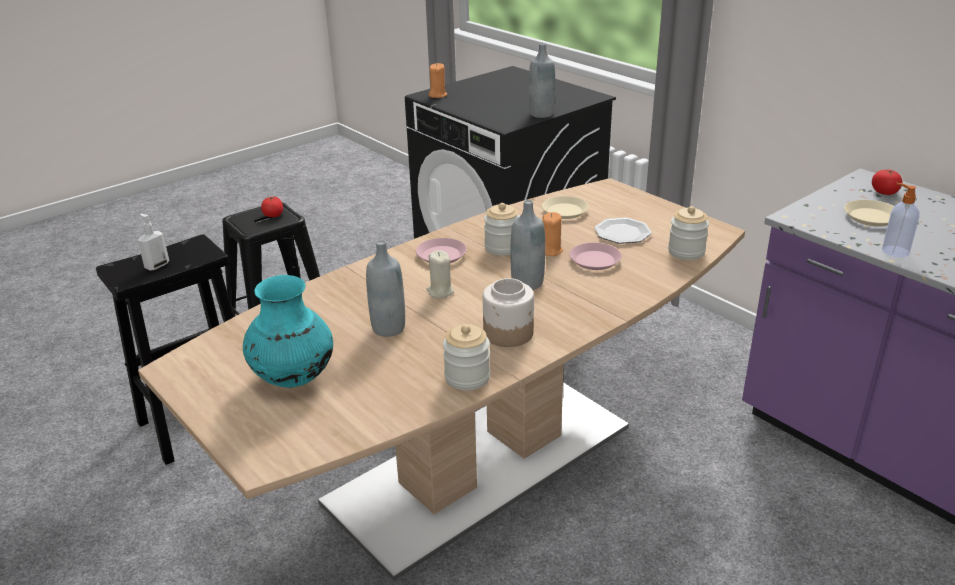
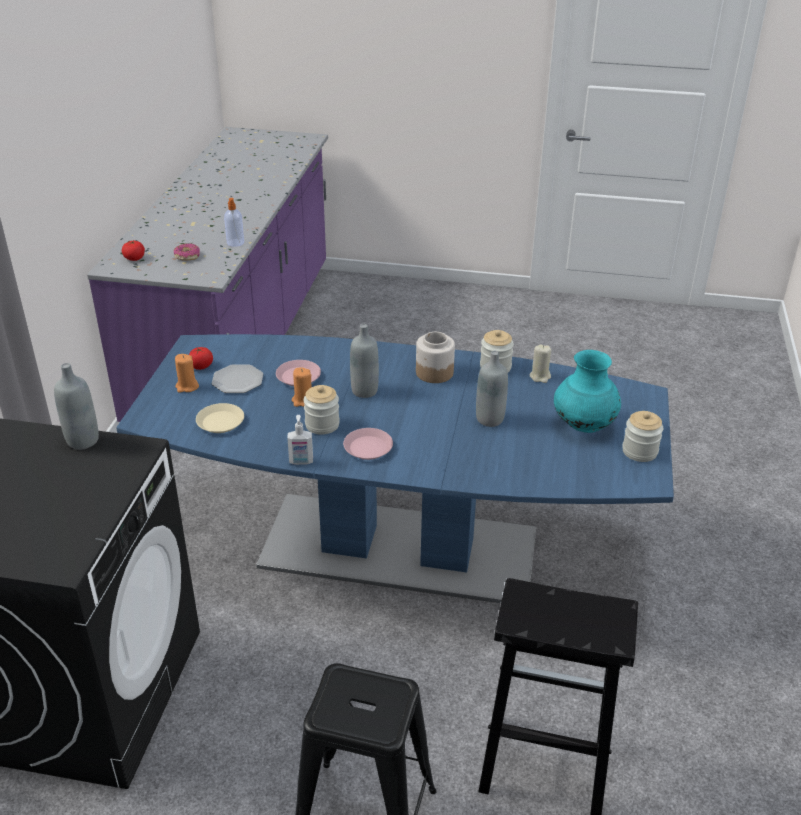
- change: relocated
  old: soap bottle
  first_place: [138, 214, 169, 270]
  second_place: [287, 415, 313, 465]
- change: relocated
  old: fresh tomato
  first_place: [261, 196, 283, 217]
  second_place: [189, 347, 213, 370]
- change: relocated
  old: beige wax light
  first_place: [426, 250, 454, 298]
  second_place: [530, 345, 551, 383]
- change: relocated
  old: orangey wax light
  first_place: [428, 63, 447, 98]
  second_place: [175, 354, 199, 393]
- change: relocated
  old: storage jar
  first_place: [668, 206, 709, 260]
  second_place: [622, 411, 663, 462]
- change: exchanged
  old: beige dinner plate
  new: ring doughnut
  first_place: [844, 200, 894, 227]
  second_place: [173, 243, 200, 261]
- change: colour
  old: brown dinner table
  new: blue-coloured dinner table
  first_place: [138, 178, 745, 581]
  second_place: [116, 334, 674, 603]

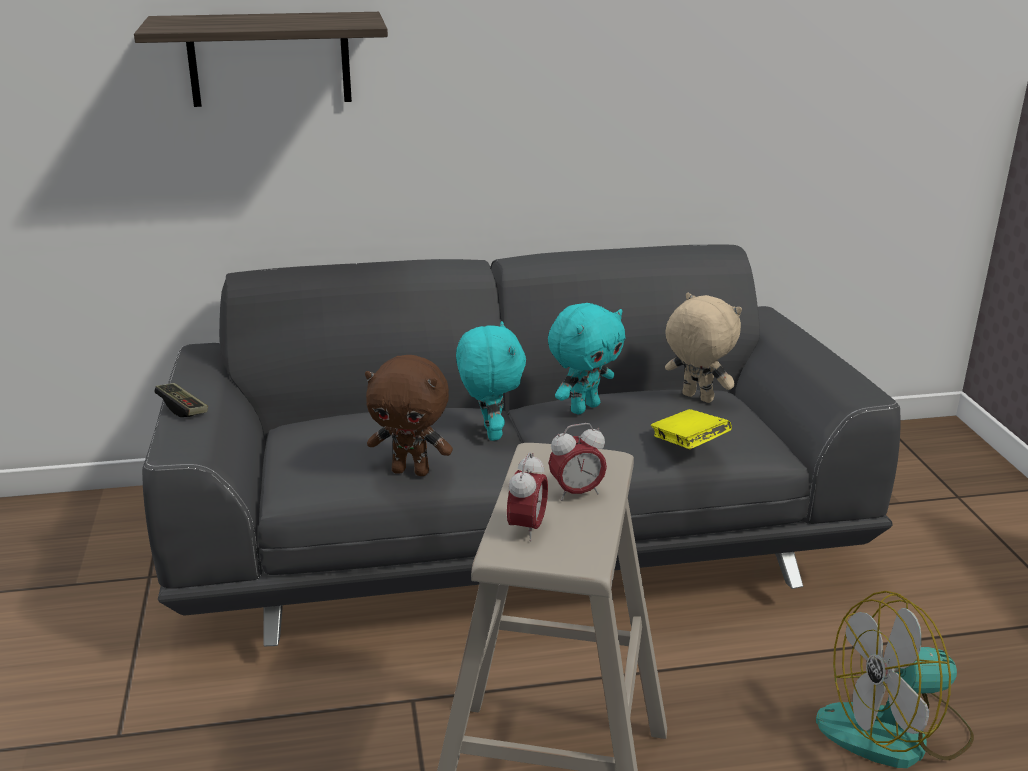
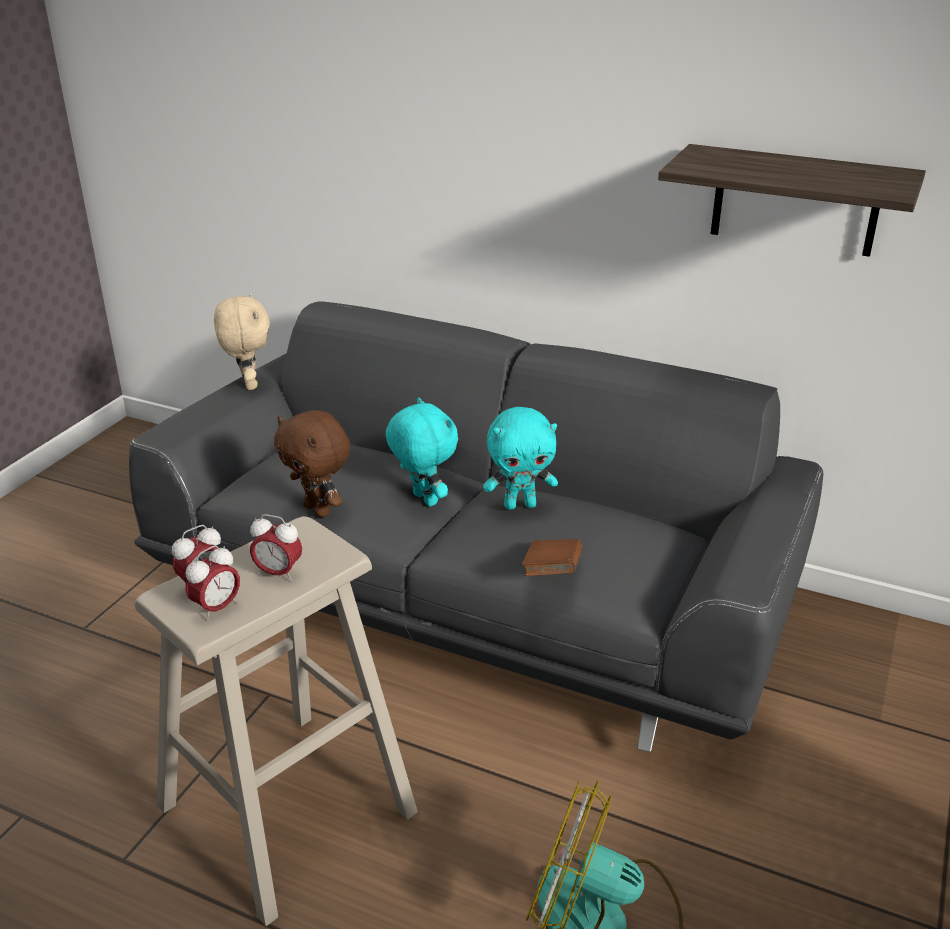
- change: missing
  old: game controller
  first_place: [154, 383, 208, 417]
- change: appeared
  new: table clock
  second_place: [185, 545, 240, 621]
- change: relocated
  old: shelf
  first_place: [134, 12, 388, 107]
  second_place: [658, 144, 926, 257]
- change: relocated
  old: beige soft toy
  first_place: [665, 293, 742, 403]
  second_place: [214, 293, 270, 390]
- change: colour
  old: yellowish volume
  new: brown volume
  first_place: [651, 409, 732, 449]
  second_place: [522, 539, 583, 576]
- change: spun
  old: blue-green soft toy
  first_place: [456, 321, 526, 441]
  second_place: [386, 398, 458, 507]
  degrees: -60

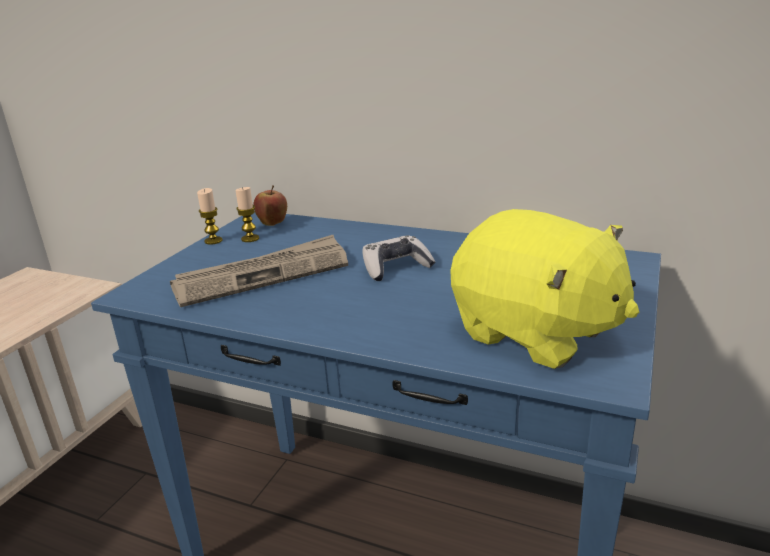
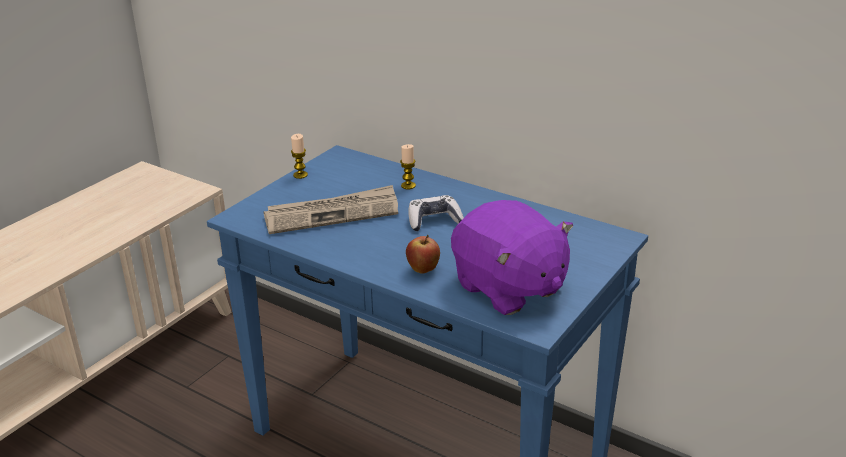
- change: relocated
  old: wax light
  first_place: [235, 187, 259, 242]
  second_place: [400, 144, 416, 189]
- change: relocated
  old: apple
  first_place: [253, 185, 287, 226]
  second_place: [406, 235, 440, 274]
- change: colour
  old: yellowish soft toy
  new: purple soft toy
  first_place: [450, 209, 639, 369]
  second_place: [451, 200, 573, 315]

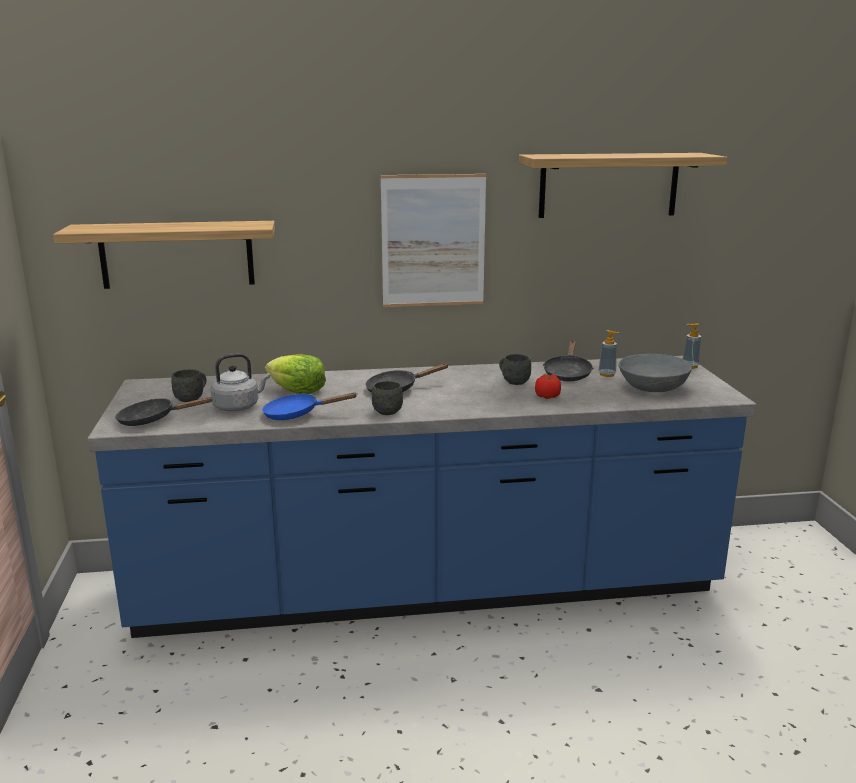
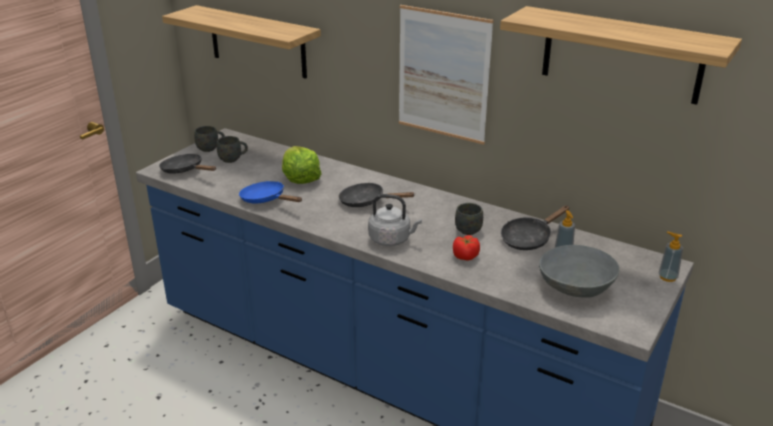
- change: relocated
  old: grey kettle
  first_place: [211, 353, 270, 411]
  second_place: [368, 194, 422, 246]
- change: relocated
  old: grey mug
  first_place: [372, 381, 403, 415]
  second_place: [194, 126, 225, 152]

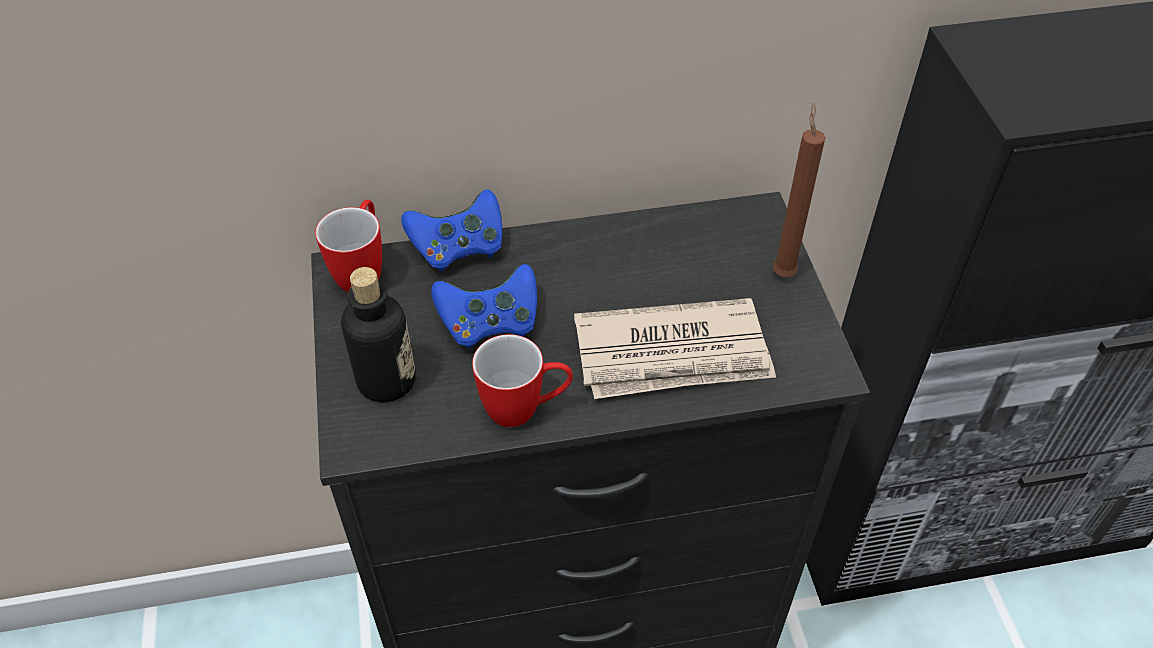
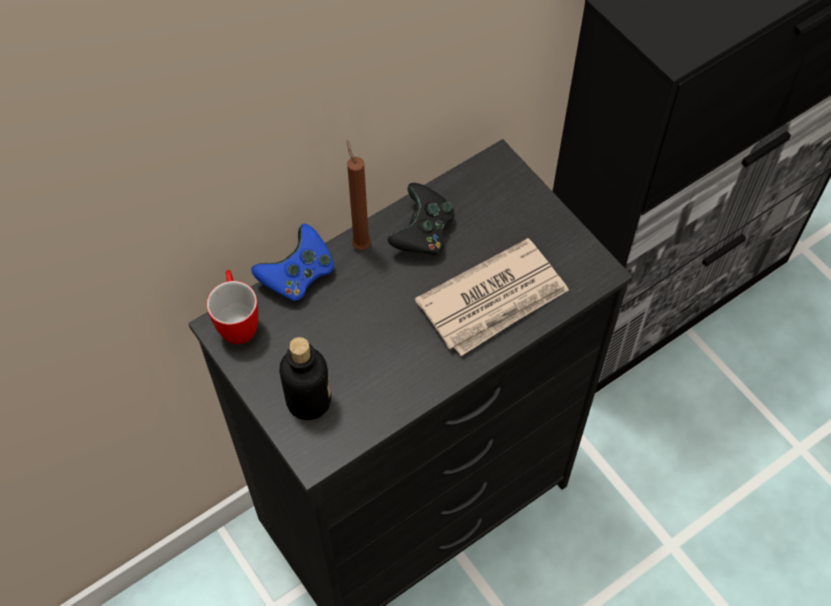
- change: missing
  old: blue-coloured game controller
  first_place: [431, 264, 537, 348]
- change: missing
  old: mug
  first_place: [472, 334, 573, 427]
- change: appeared
  new: blackish game controller
  second_place: [388, 183, 454, 255]
- change: relocated
  old: brown wax light
  first_place: [773, 103, 826, 277]
  second_place: [347, 140, 371, 250]

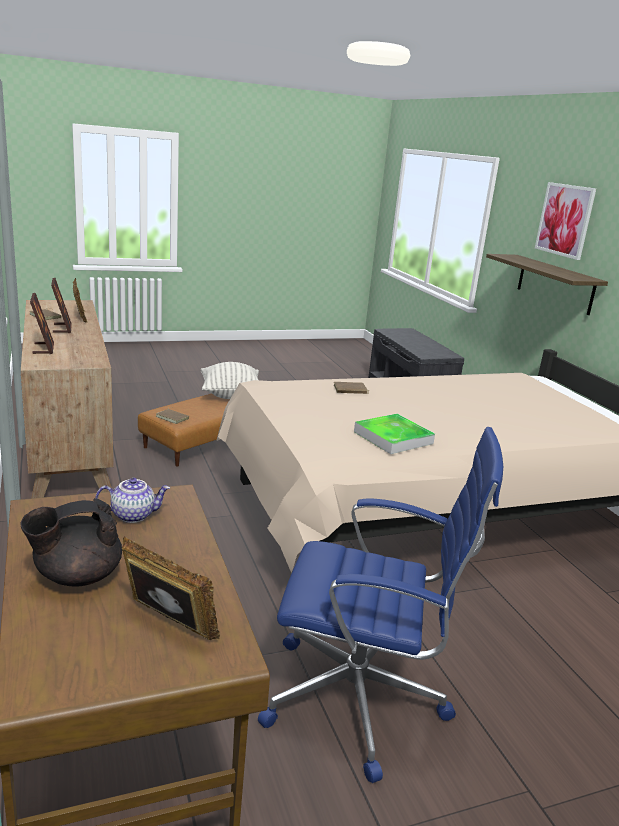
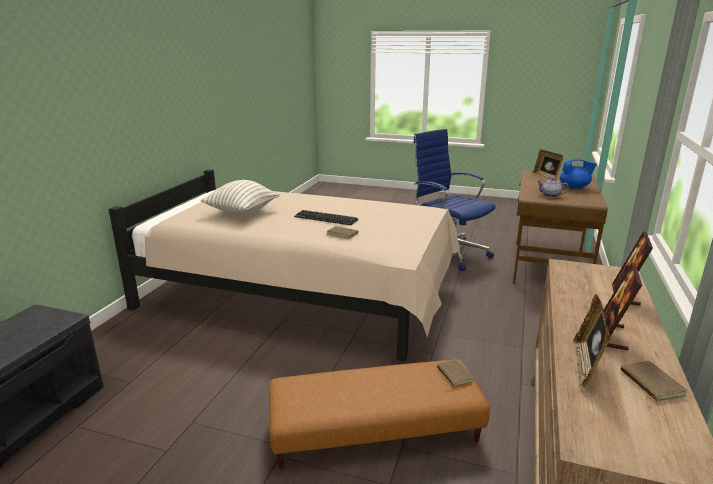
- change: missing
  old: serving tray
  first_place: [354, 414, 435, 454]
- change: missing
  old: shelf
  first_place: [486, 254, 608, 315]
- change: missing
  old: picture
  first_place: [535, 182, 596, 260]
- change: appeared
  new: computer keyboard
  second_place: [294, 210, 358, 225]
- change: relocated
  old: pillow
  first_place: [201, 362, 259, 399]
  second_place: [200, 180, 280, 215]
- change: colour
  old: blackish teapot
  new: blue-coloured teapot
  first_place: [20, 498, 122, 587]
  second_place: [560, 158, 597, 189]

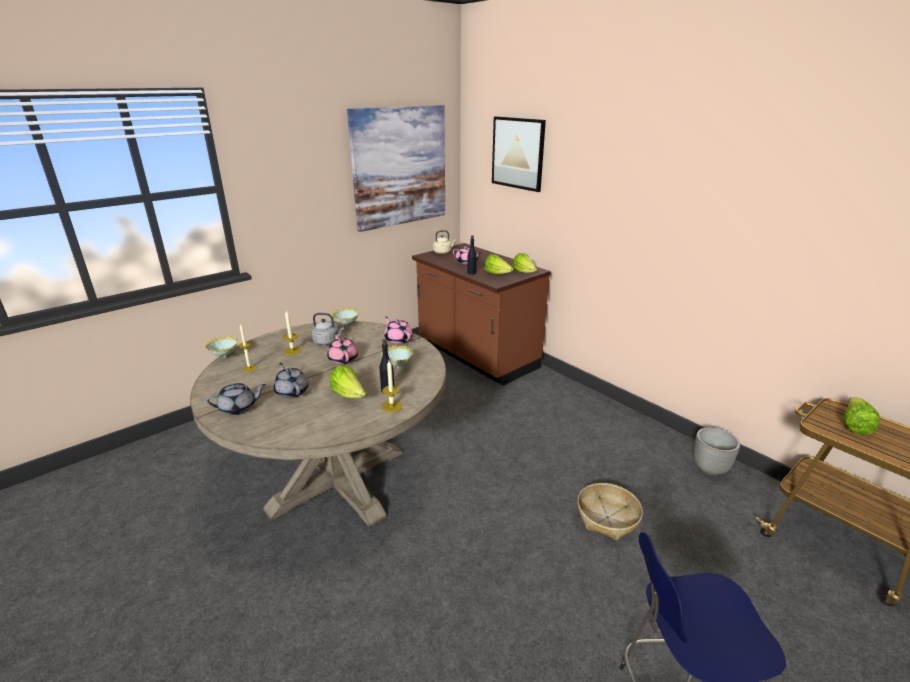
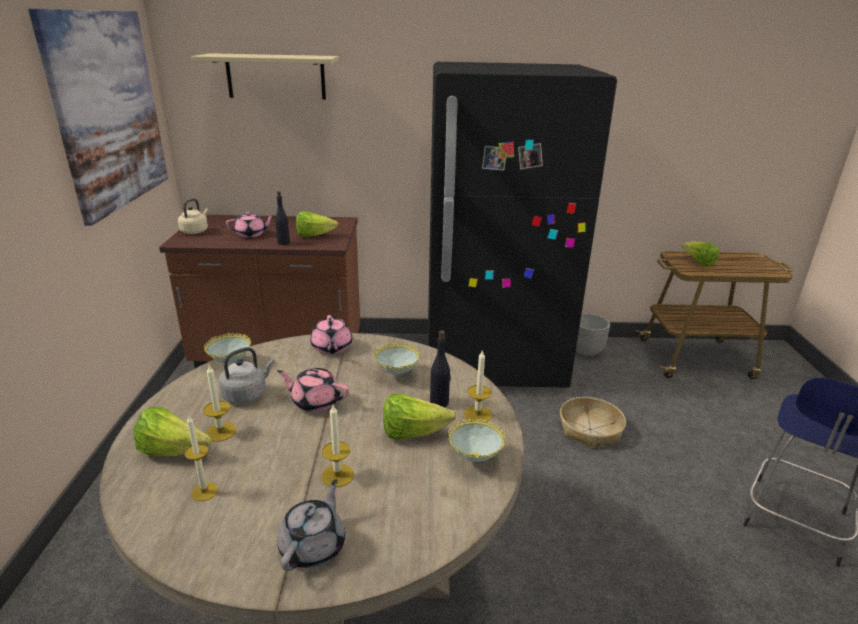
- change: appeared
  new: blackish refrigerator
  second_place: [428, 62, 617, 388]
- change: relocated
  old: bowl
  first_place: [205, 336, 238, 358]
  second_place: [449, 419, 506, 462]
- change: relocated
  old: lettuce head
  first_place: [513, 253, 537, 273]
  second_place: [133, 407, 212, 456]
- change: exchanged
  old: grey teapot
  new: wax light
  first_place: [273, 363, 309, 398]
  second_place: [321, 405, 354, 487]
- change: exchanged
  old: picture
  new: beige shelf
  first_place: [492, 116, 546, 192]
  second_place: [191, 53, 339, 100]
- change: spun
  old: pink teapot
  first_place: [384, 317, 413, 344]
  second_place: [310, 315, 352, 354]
  degrees: -105

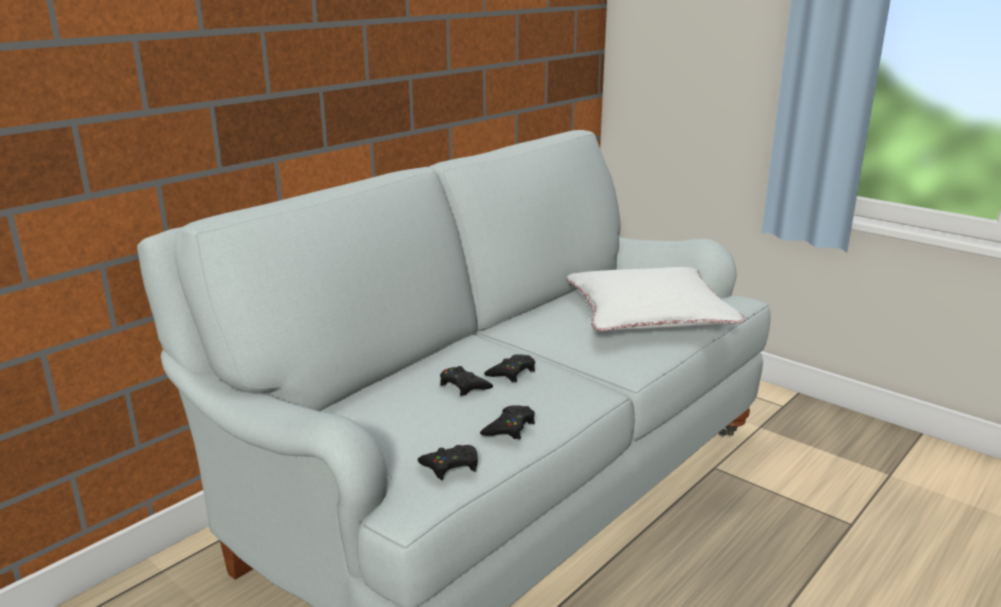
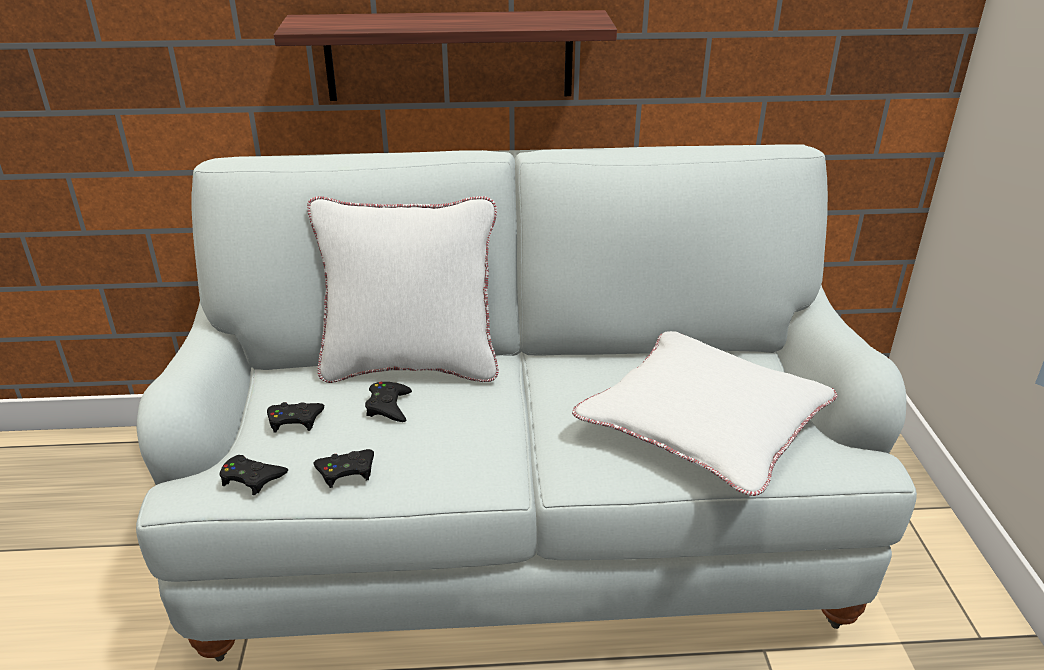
- change: appeared
  new: shelf
  second_place: [274, 10, 617, 101]
- change: appeared
  new: white-coloured pillow
  second_place: [307, 196, 499, 383]
- change: relocated
  old: blackish game controller
  first_place: [484, 354, 535, 382]
  second_place: [267, 402, 324, 432]

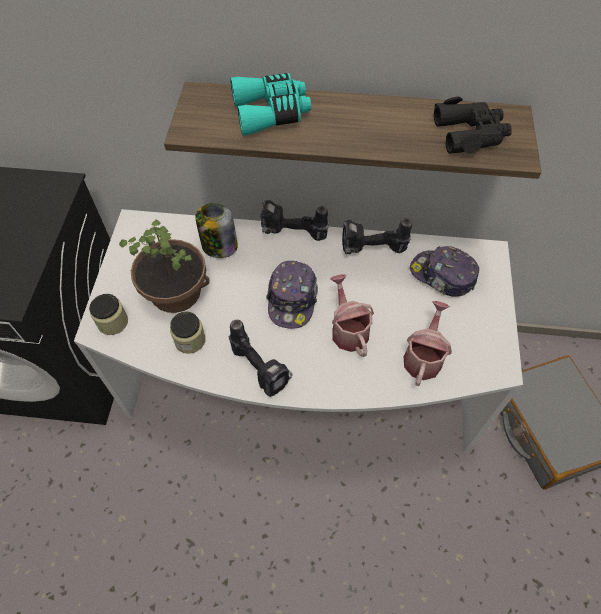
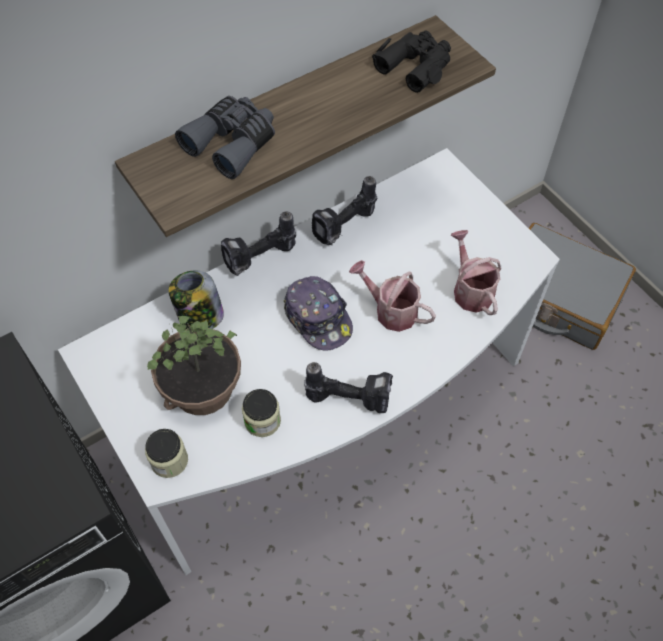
- change: missing
  old: cap
  first_place: [410, 246, 479, 297]
- change: colour
  old: blue-green binoculars
  new: grey binoculars
  first_place: [230, 73, 311, 136]
  second_place: [175, 96, 275, 179]

